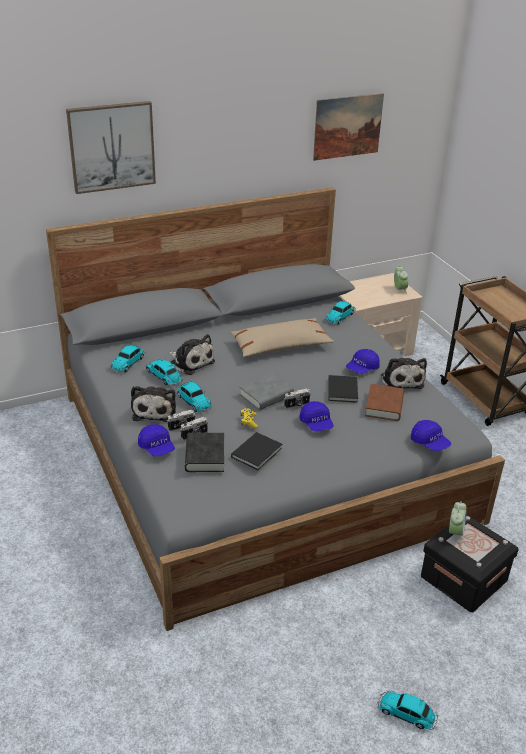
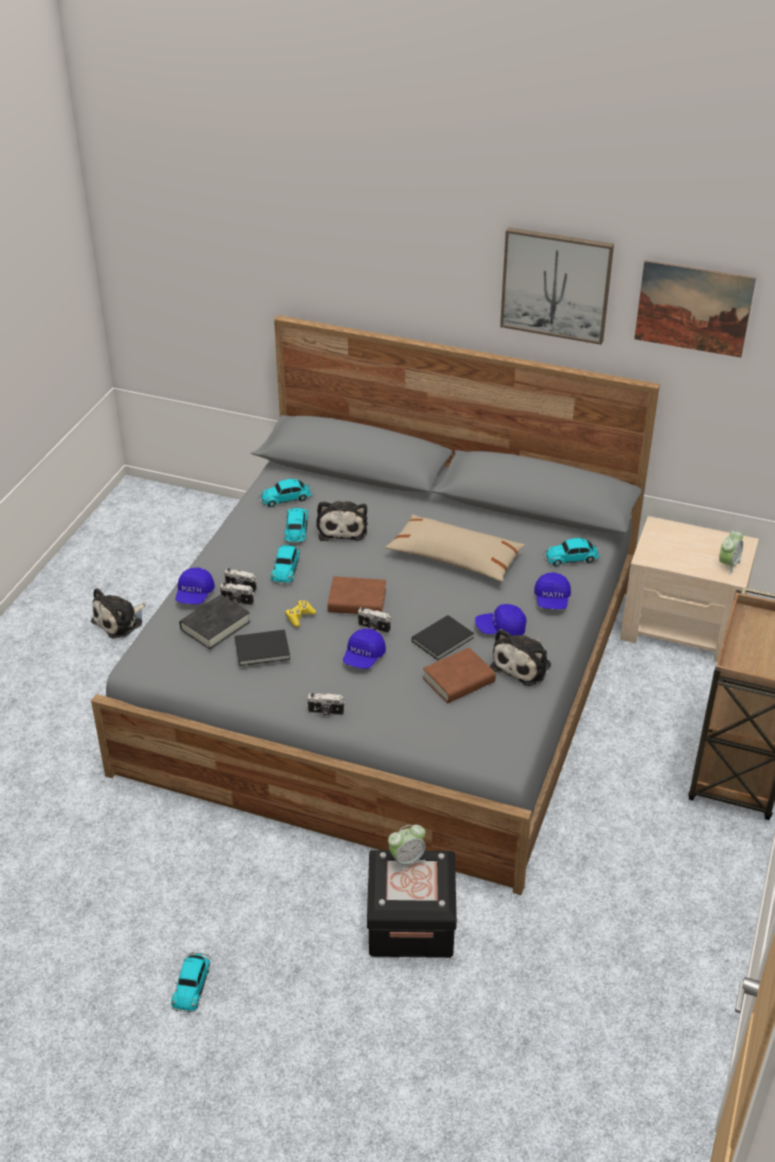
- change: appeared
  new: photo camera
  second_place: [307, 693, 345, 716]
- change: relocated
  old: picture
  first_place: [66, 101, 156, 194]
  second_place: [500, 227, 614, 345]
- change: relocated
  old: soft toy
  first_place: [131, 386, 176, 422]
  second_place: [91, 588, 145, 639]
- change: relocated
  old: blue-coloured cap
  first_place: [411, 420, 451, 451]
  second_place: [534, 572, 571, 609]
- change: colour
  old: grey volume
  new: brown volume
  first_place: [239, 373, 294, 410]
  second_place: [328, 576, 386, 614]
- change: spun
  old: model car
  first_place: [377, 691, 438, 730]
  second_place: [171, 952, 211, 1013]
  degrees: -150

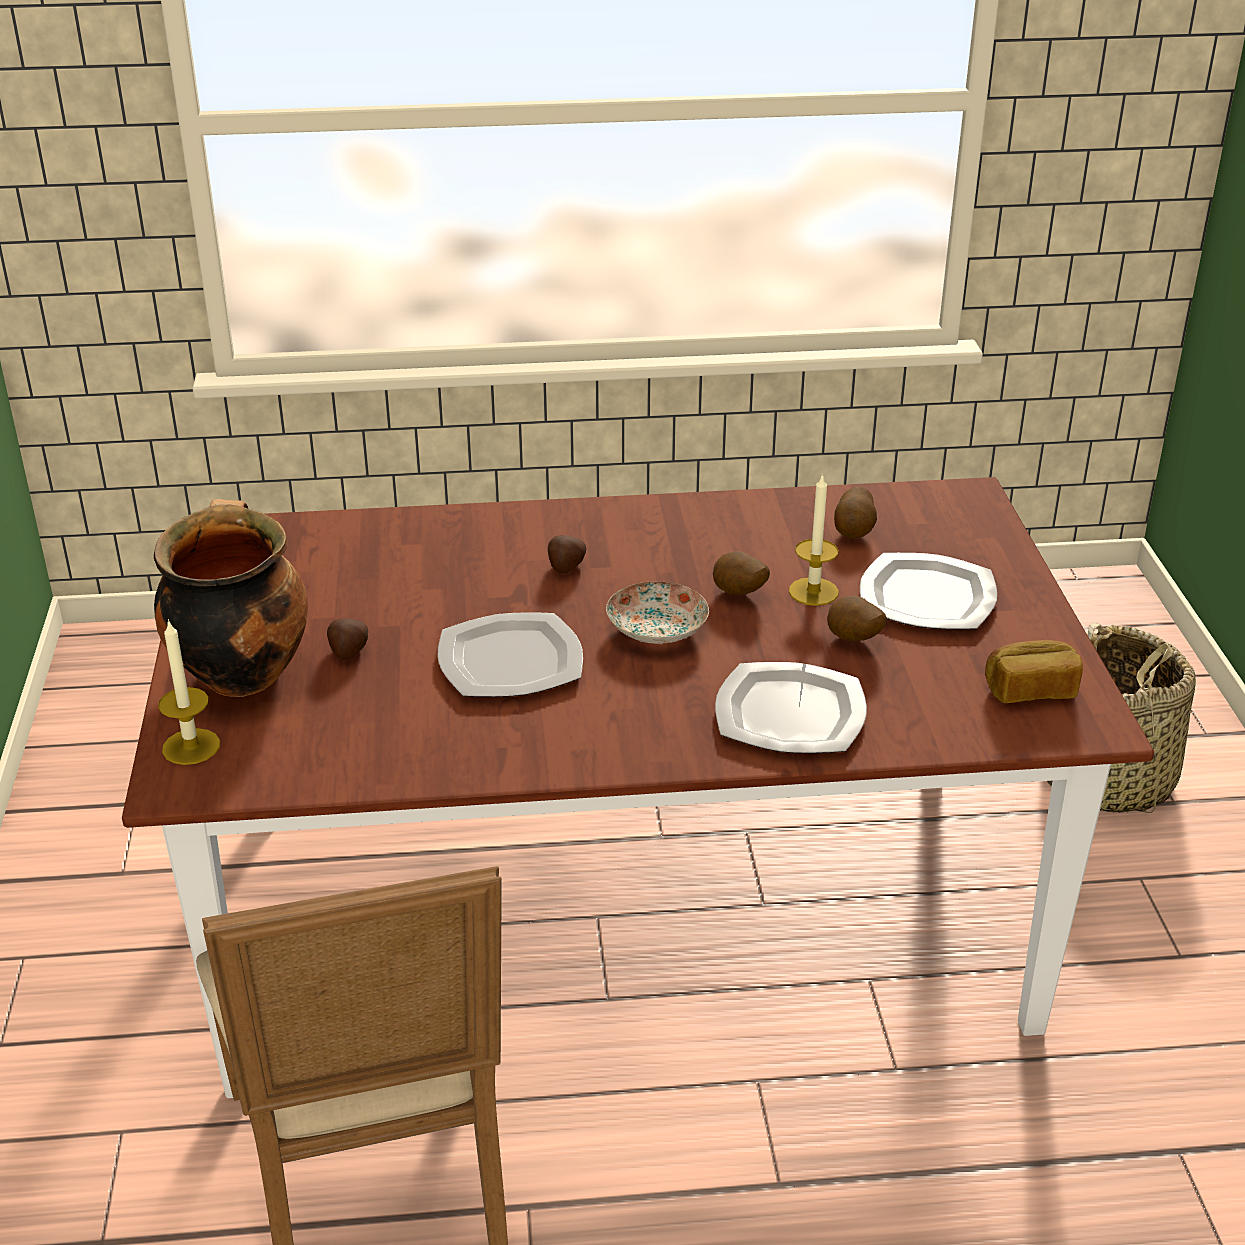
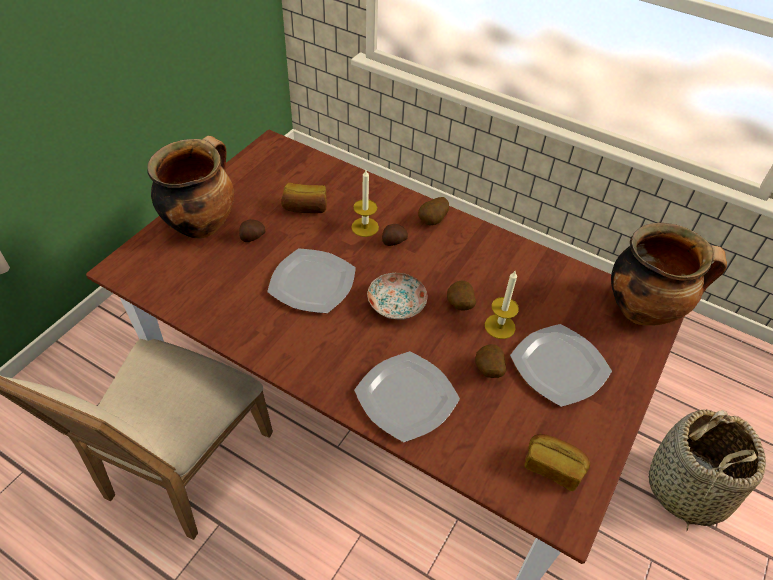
- change: appeared
  new: baked bread
  second_place: [281, 183, 327, 214]
- change: appeared
  new: cooking pot
  second_place: [611, 223, 727, 326]
- change: relocated
  old: wax light
  first_place: [158, 619, 220, 765]
  second_place: [351, 170, 379, 237]
- change: relocated
  old: potato
  first_place: [834, 486, 877, 538]
  second_place: [418, 197, 449, 225]

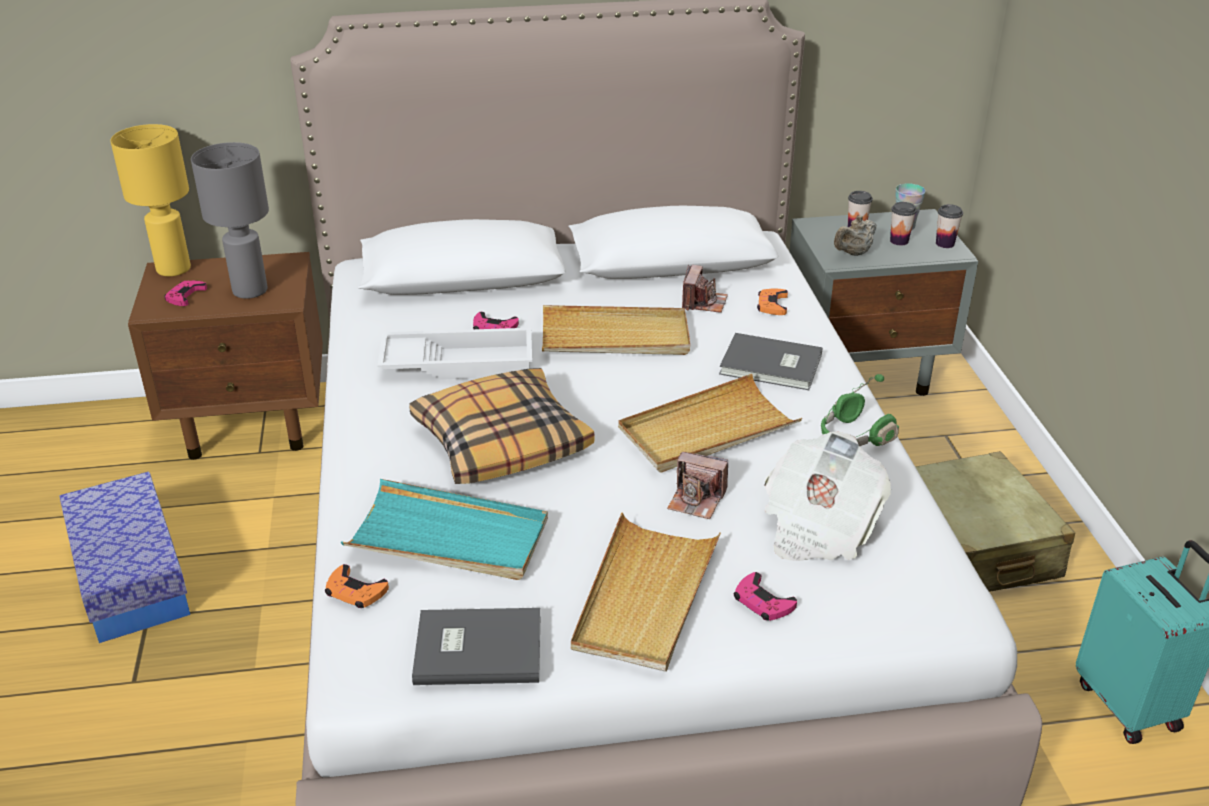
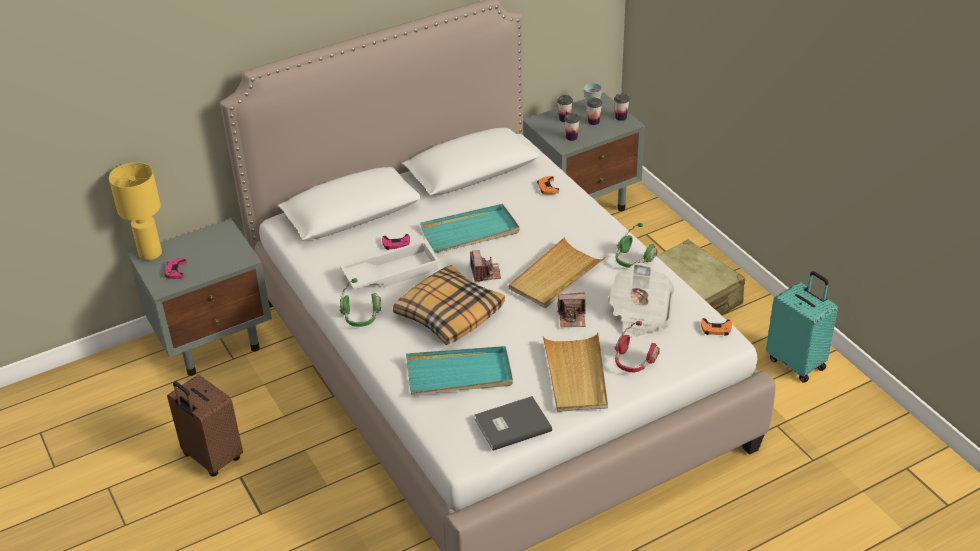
- change: missing
  old: grey lamp for a table
  first_place: [191, 142, 269, 299]
- change: missing
  old: grey volume
  first_place: [719, 333, 823, 390]
- change: appeared
  new: greenish headset
  second_place: [340, 278, 381, 327]
- change: relocated
  old: orangey game controller
  first_place: [325, 564, 389, 608]
  second_place: [701, 318, 732, 336]
- change: relocated
  old: photo camera
  first_place: [682, 265, 728, 313]
  second_place: [470, 250, 501, 282]
- change: exchanged
  old: storage container
  new: brown travel case
  first_place: [59, 472, 190, 643]
  second_place: [167, 374, 243, 477]
- change: exchanged
  old: pink game controller
  new: red-coloured headset
  first_place: [734, 572, 797, 621]
  second_place: [615, 321, 660, 372]
- change: exchanged
  old: beige teapot
  new: drinking cup
  first_place: [834, 215, 876, 256]
  second_place: [564, 113, 580, 141]
- change: colour
  old: brown bedside table
  new: grey bedside table
  first_place: [128, 252, 323, 460]
  second_place: [128, 219, 272, 376]
- change: colour
  old: beige serving tray
  new: blue-green serving tray
  first_place: [542, 305, 690, 355]
  second_place: [420, 204, 520, 253]

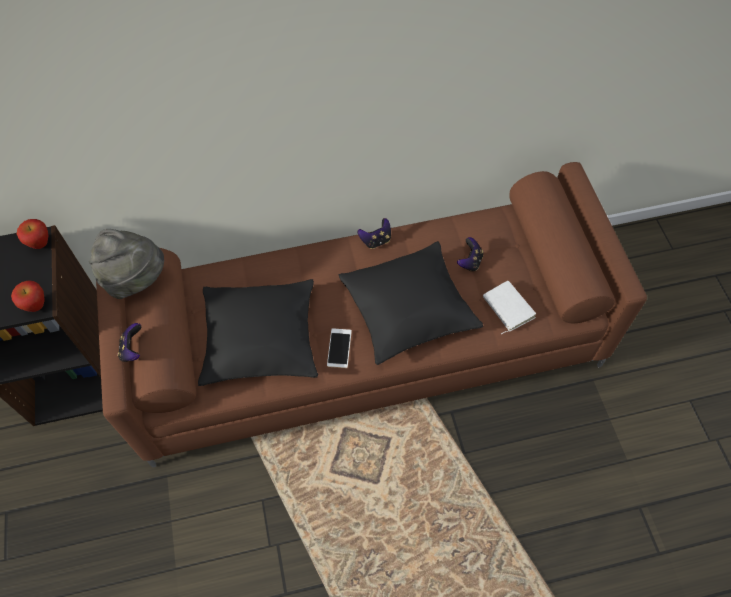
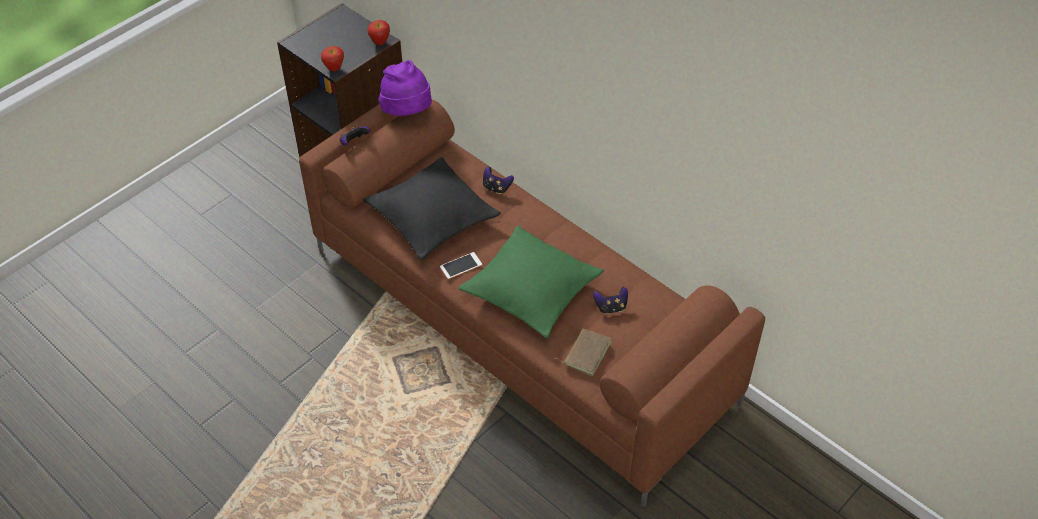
- change: relocated
  old: game controller
  first_place: [358, 218, 391, 249]
  second_place: [483, 166, 514, 194]
- change: colour
  old: grey clothing hat
  new: purple clothing hat
  first_place: [89, 229, 164, 299]
  second_place: [379, 60, 432, 116]
- change: colour
  old: blackish pillow
  new: greenish pillow
  first_place: [338, 241, 483, 365]
  second_place: [459, 225, 604, 338]
- change: colour
  old: white-coloured volume
  new: brown volume
  first_place: [483, 281, 536, 334]
  second_place: [556, 329, 612, 376]

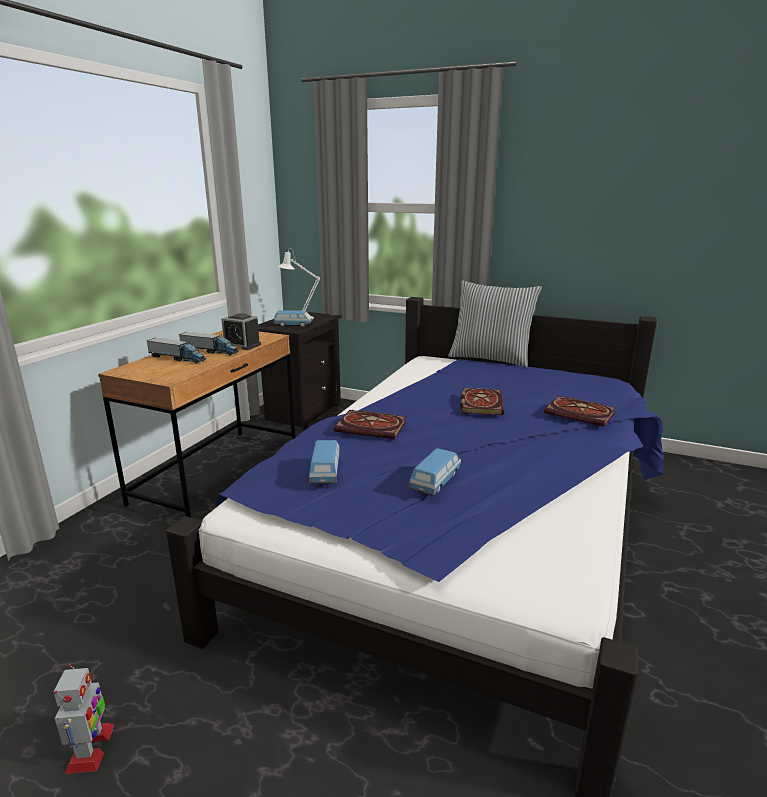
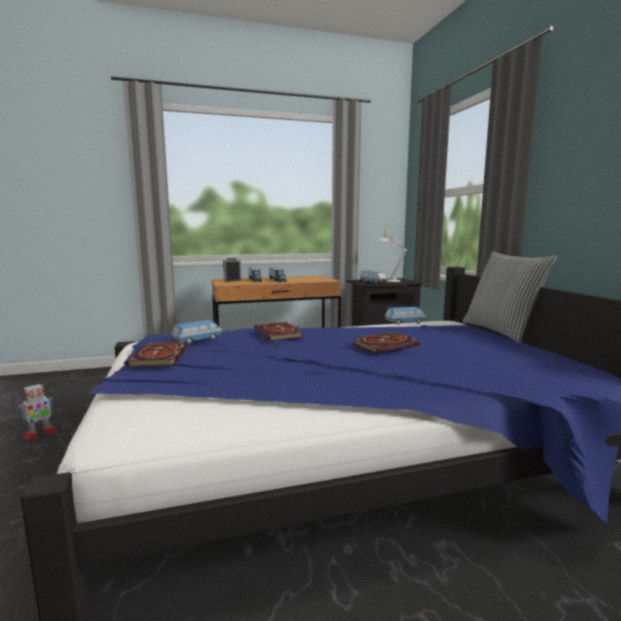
- change: relocated
  old: table clock
  first_place: [221, 313, 261, 350]
  second_place: [223, 258, 241, 281]
- change: relocated
  old: model car
  first_place: [409, 448, 462, 495]
  second_place: [385, 307, 427, 325]
- change: relocated
  old: volume
  first_place: [544, 396, 616, 426]
  second_place: [125, 342, 186, 366]

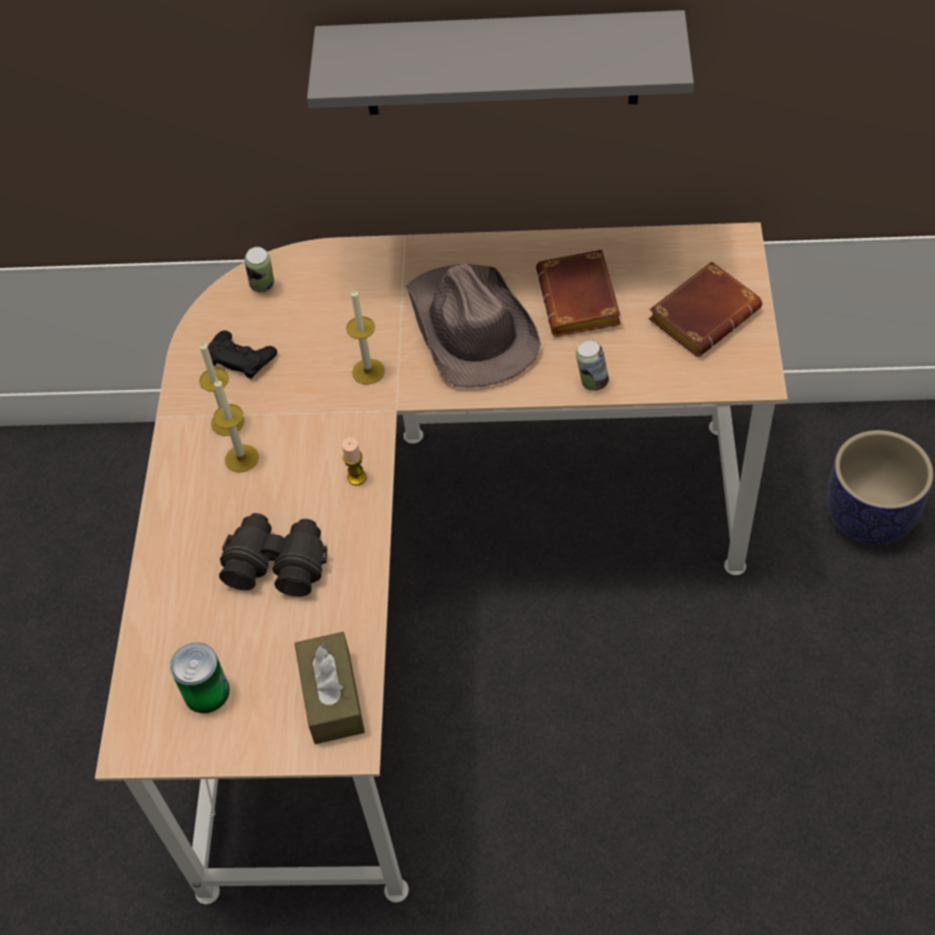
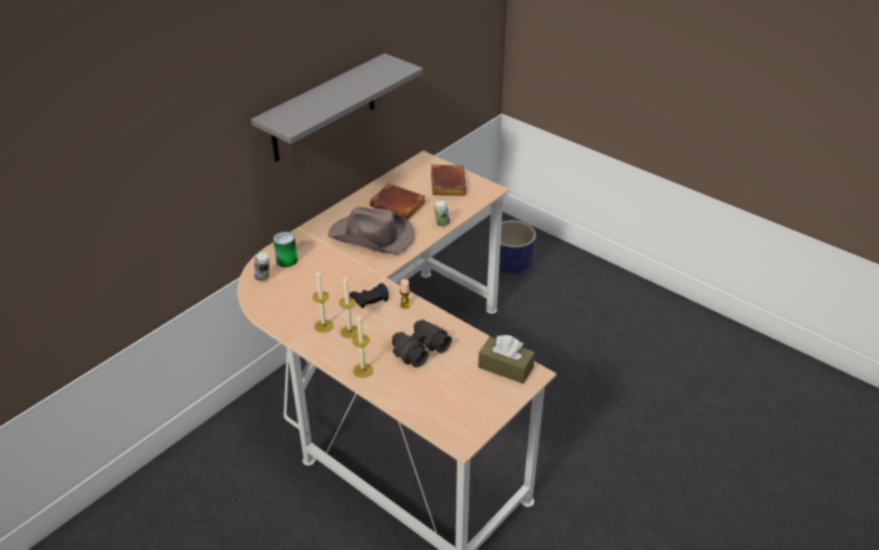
- change: relocated
  old: metal can
  first_place: [170, 643, 230, 713]
  second_place: [273, 232, 298, 267]
- change: relocated
  old: blackish game controller
  first_place: [208, 330, 277, 379]
  second_place: [349, 283, 389, 308]
- change: relocated
  old: wax light
  first_place: [346, 287, 385, 385]
  second_place: [352, 315, 373, 378]

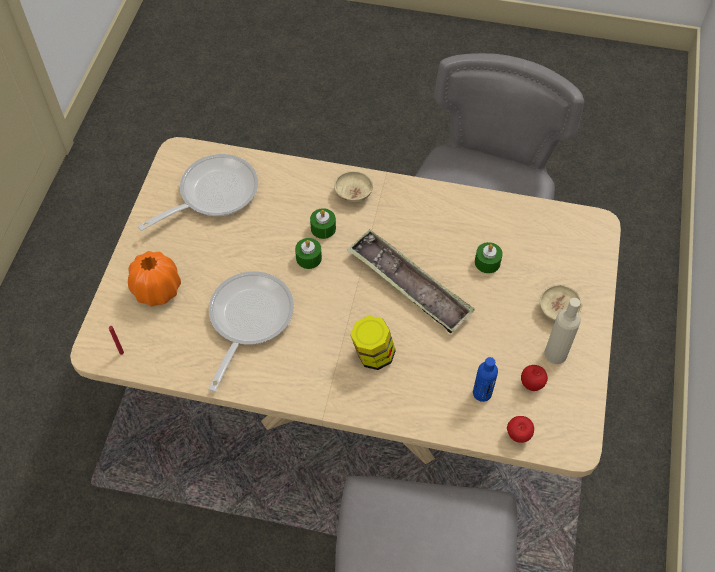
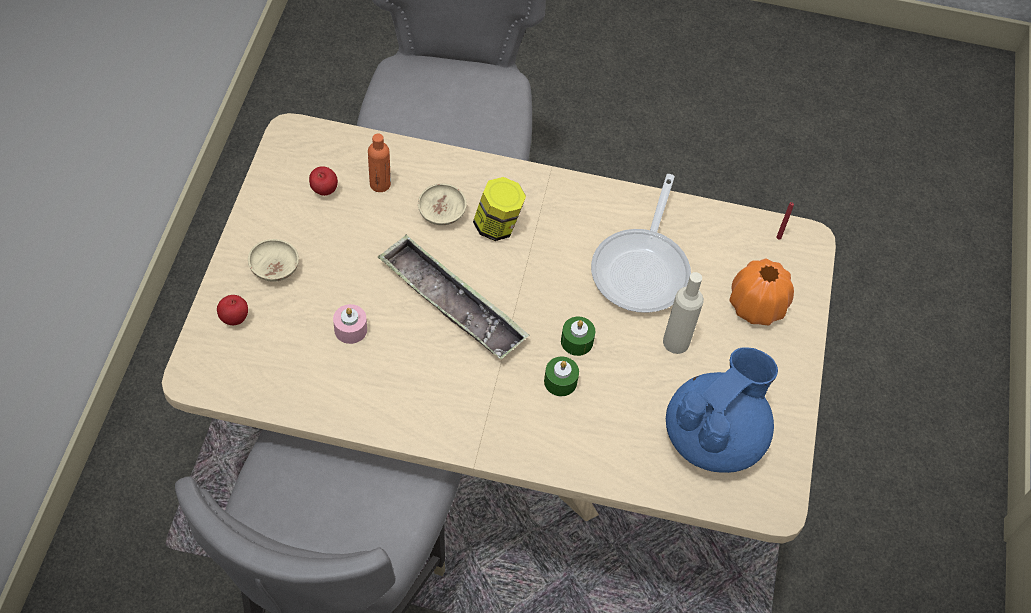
- change: relocated
  old: beige bowl
  first_place: [334, 171, 373, 202]
  second_place: [418, 183, 467, 225]
- change: relocated
  old: apple
  first_place: [507, 416, 534, 443]
  second_place: [217, 295, 248, 325]
- change: relocated
  old: beige beverage bottle
  first_place: [544, 298, 581, 364]
  second_place: [663, 272, 704, 354]
- change: exchanged
  old: pan
  new: blue-coloured teapot
  first_place: [138, 154, 258, 231]
  second_place: [666, 347, 778, 473]
- change: colour
  old: blue-coloured beverage bottle
  new: orangey beverage bottle
  first_place: [473, 357, 498, 402]
  second_place: [368, 133, 391, 192]
- change: colour
  old: greenish wax light
  new: pink wax light
  first_place: [475, 242, 503, 273]
  second_place: [333, 304, 367, 344]

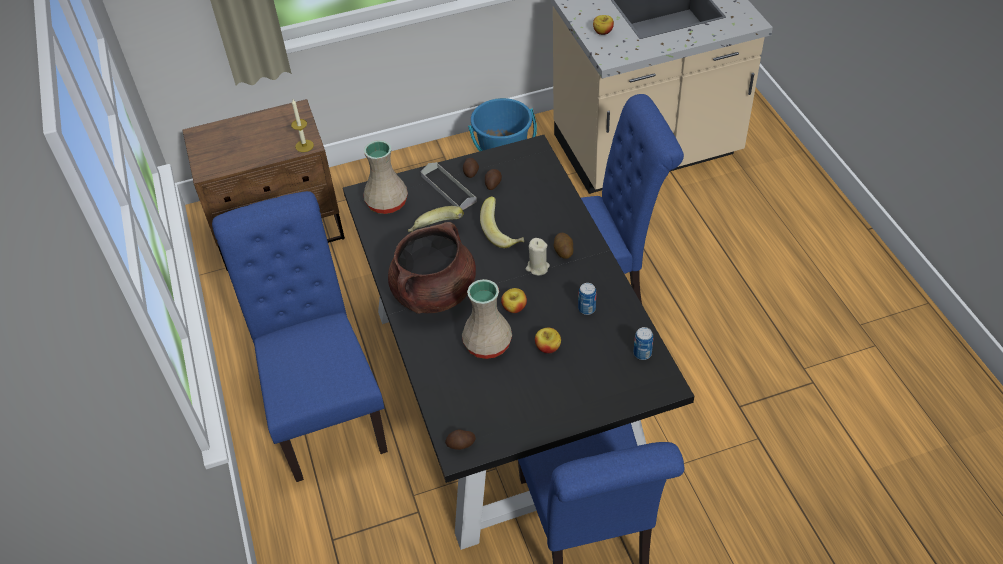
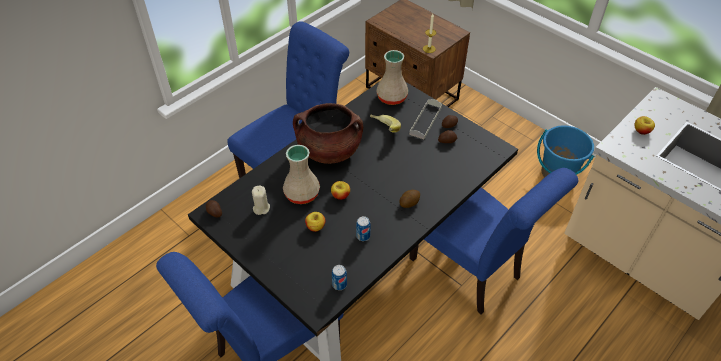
- change: missing
  old: whole banana
  first_place: [480, 196, 524, 248]
- change: relocated
  old: beige wax light
  first_place: [526, 238, 550, 276]
  second_place: [252, 186, 270, 215]

